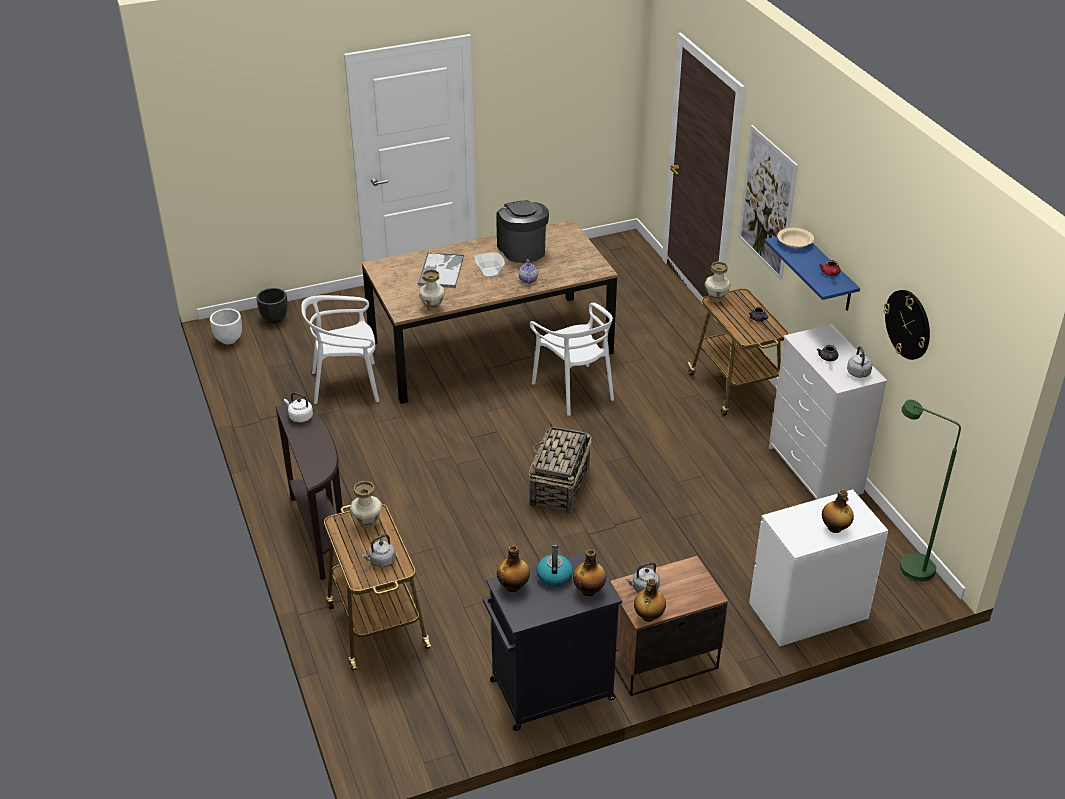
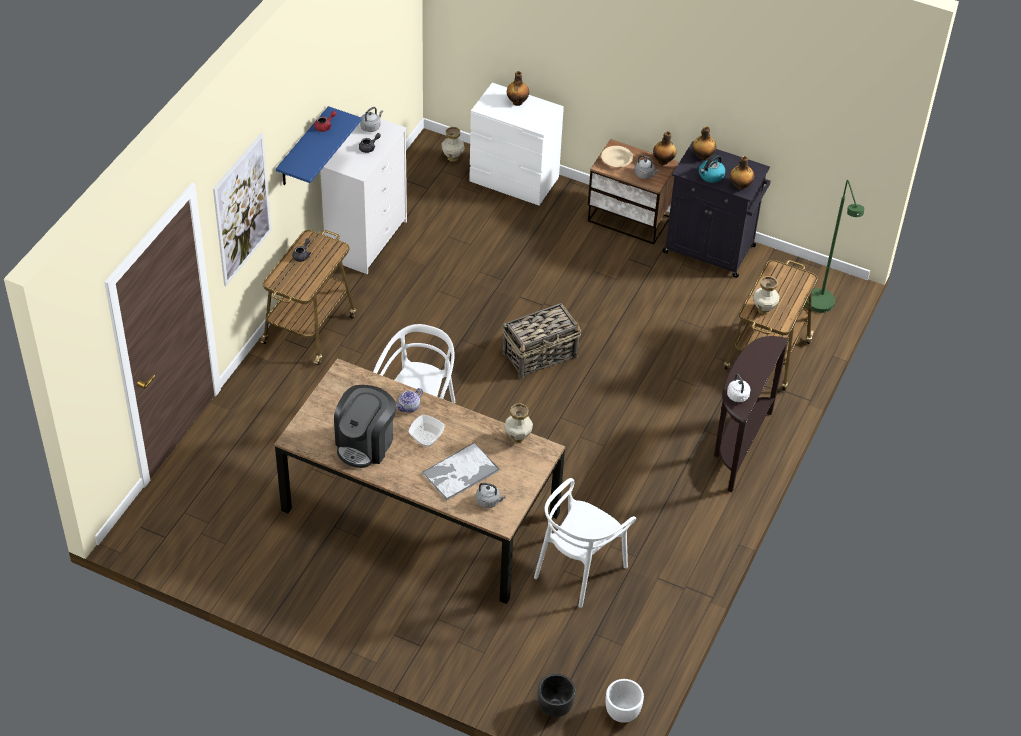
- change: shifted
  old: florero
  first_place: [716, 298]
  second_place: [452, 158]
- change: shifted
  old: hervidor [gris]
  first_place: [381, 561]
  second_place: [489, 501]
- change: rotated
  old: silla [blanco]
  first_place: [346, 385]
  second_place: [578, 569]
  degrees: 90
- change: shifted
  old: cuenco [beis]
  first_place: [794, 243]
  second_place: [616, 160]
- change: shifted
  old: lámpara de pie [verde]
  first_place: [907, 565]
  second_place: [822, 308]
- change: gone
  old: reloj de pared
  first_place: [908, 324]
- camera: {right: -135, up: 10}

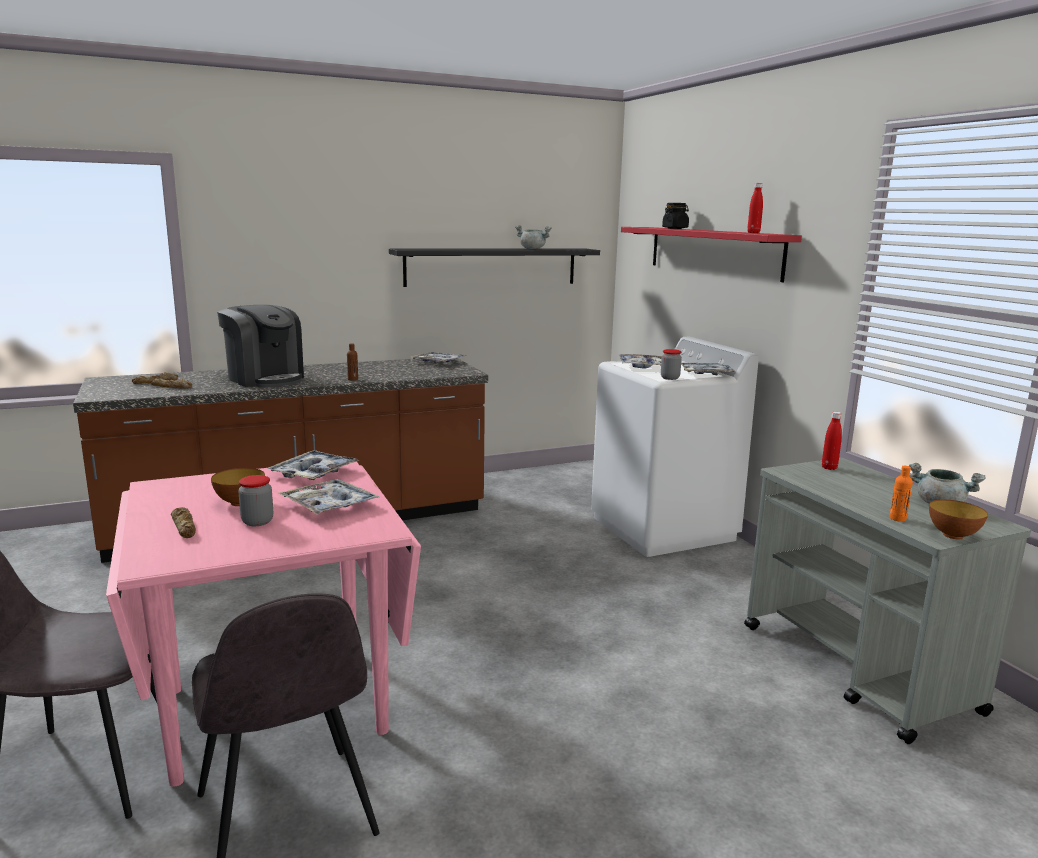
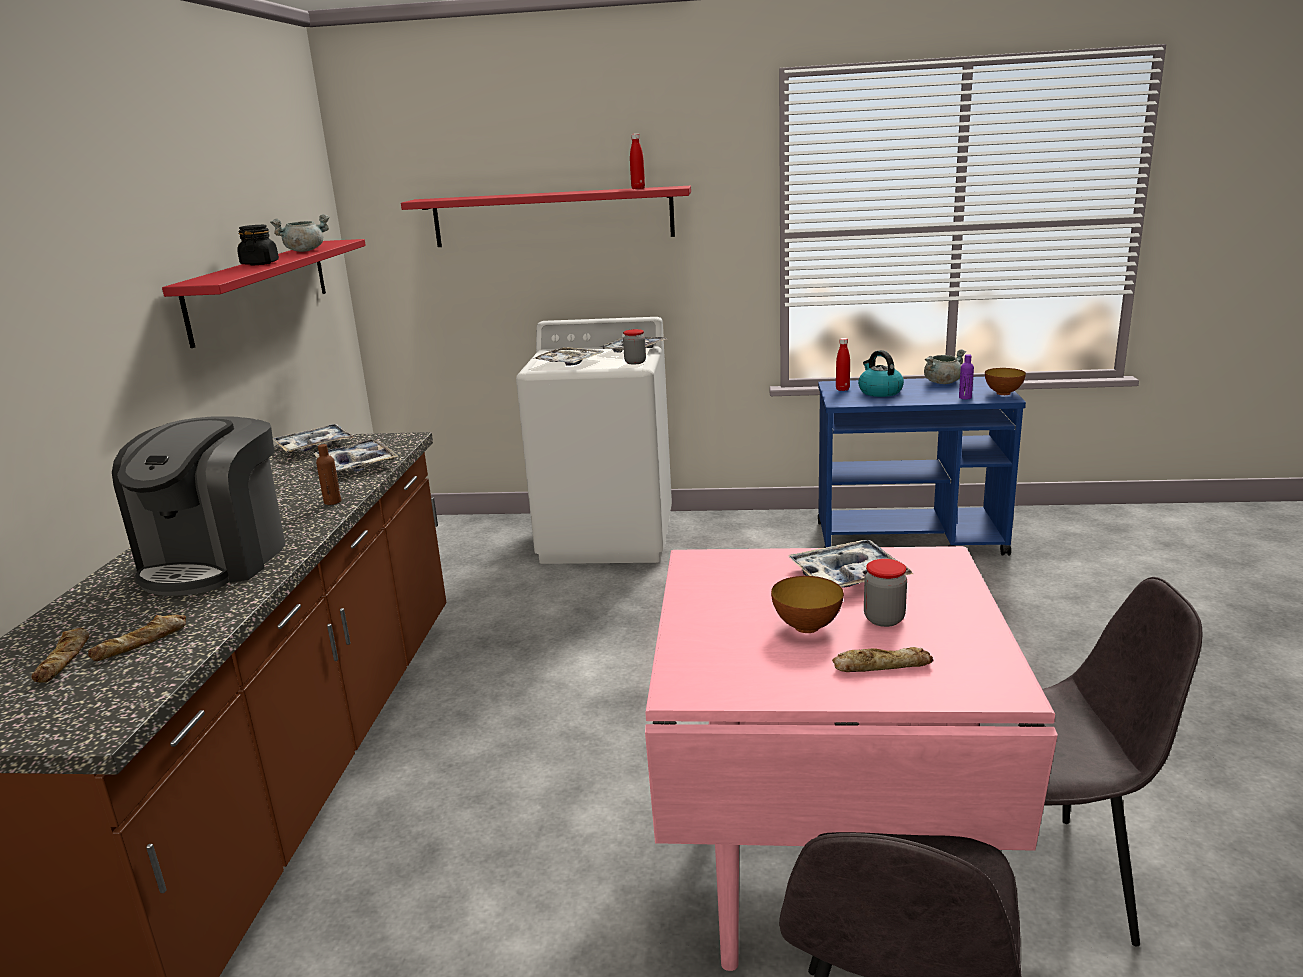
- change: rotated
  old: cafetera
  first_place: [265, 378]
  second_place: [217, 560]
  degrees: 120
- change: repainted
  old: estante [negro]
  new: estante [rojo]
  first_place: [492, 266]
  second_place: [261, 288]
- change: shifted
  old: tarro [negro]
  first_place: [675, 228]
  second_place: [260, 264]
- change: shifted
  old: bandeja
  first_place: [313, 473]
  second_place: [356, 464]
- change: repainted
  old: carrito [gris]
  new: carrito [azul]
  first_place: [857, 668]
  second_place: [910, 539]
- change: new
  new: hervidor
  second_place: [879, 392]
- change: repainted
  old: botella [naranja]
  new: botella [morado]
  first_place: [897, 518]
  second_place: [965, 397]
- camera: {right: -60, up: 5}

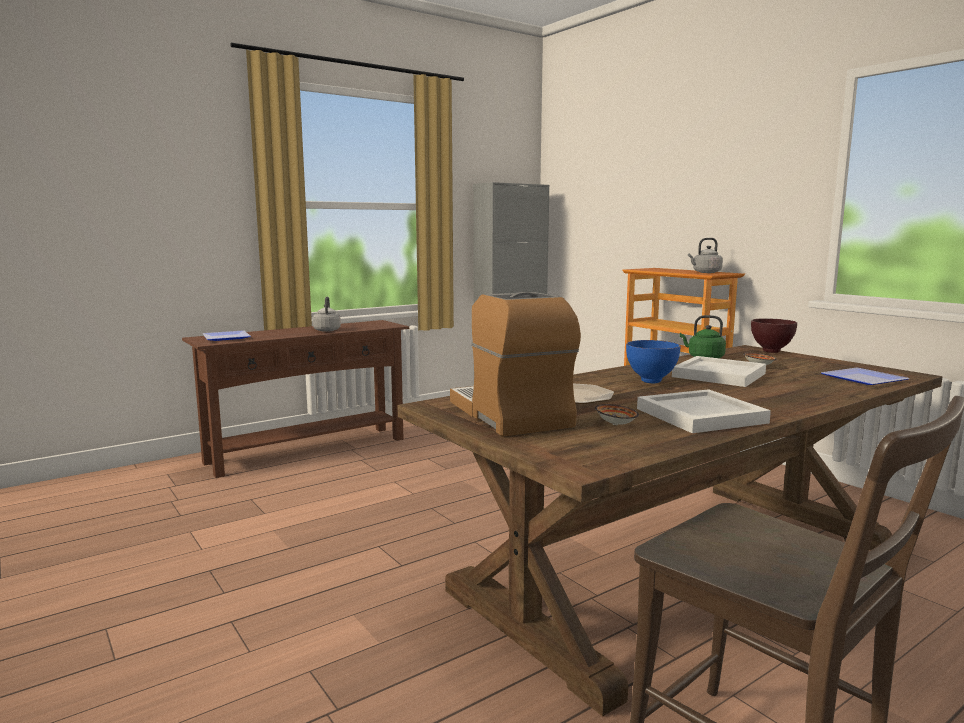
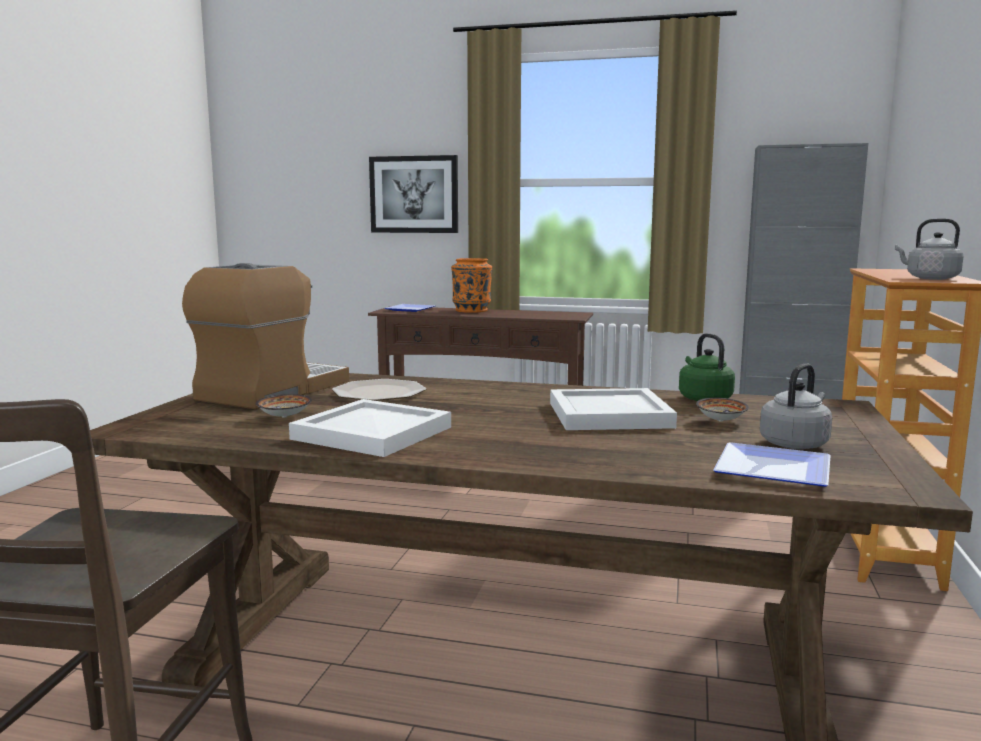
- change: new
  new: cuadro
  second_place: [414, 194]
- change: new
  new: florero [naranja]
  second_place: [471, 310]
- change: shifted
  old: hervidor [gris]
  first_place: [327, 330]
  second_place: [795, 443]
- change: gone
  old: cuenco [azul]
  first_place: [650, 381]
- change: gone
  old: cuenco [marrón]
  first_place: [772, 351]
- camera: {right: 50, up: 0}

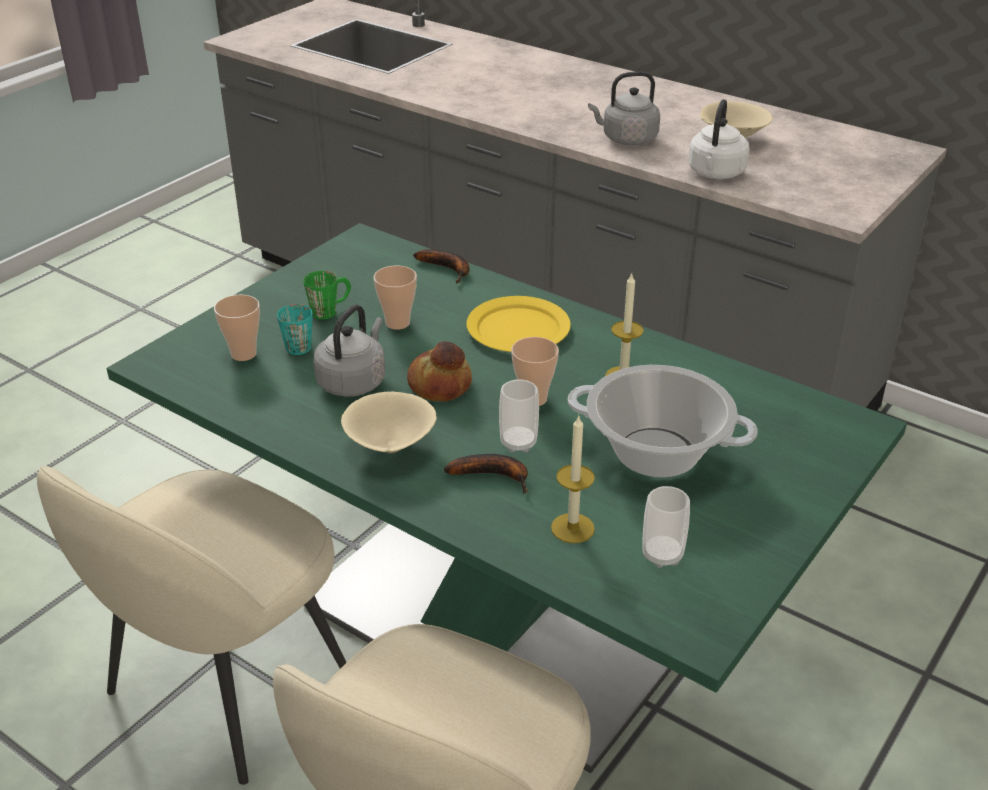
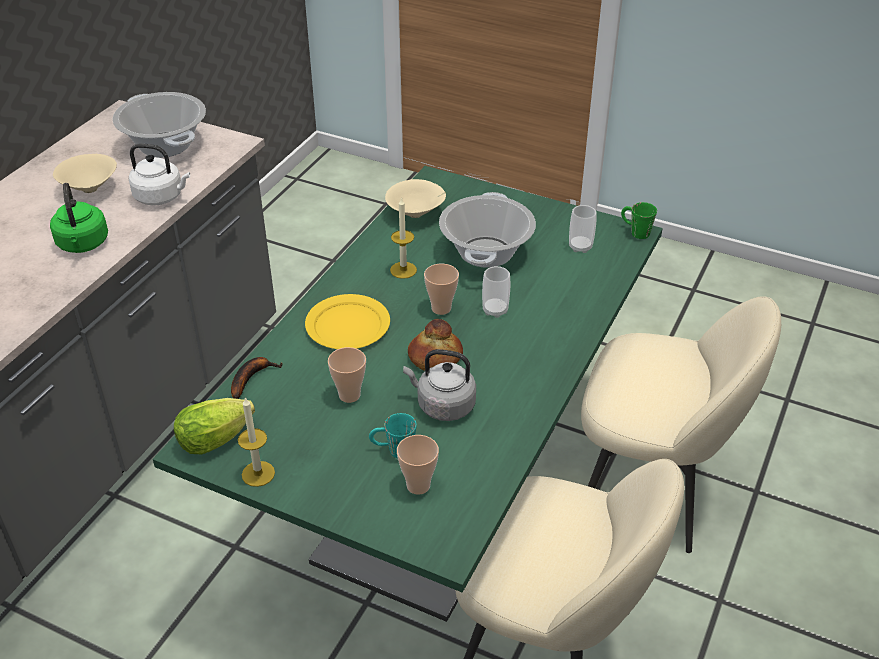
- change: repainted
  old: hervidor [gris]
  new: hervidor [verde]
  first_place: [626, 139]
  second_place: [83, 245]
- change: new
  new: olla
  second_place: [166, 145]
- change: new
  new: lechuga
  second_place: [219, 438]
- change: shifted
  old: vela
  first_place: [572, 528]
  second_place: [258, 473]
- change: shifted
  old: cuenco [beis]
  first_place: [390, 448]
  second_place: [416, 214]
- change: shifted
  old: taza grande [verde]
  first_place: [330, 310]
  second_place: [635, 231]
- change: gone
  old: plátano
  first_place: [494, 475]
- camera: {right: -100, up: 5}

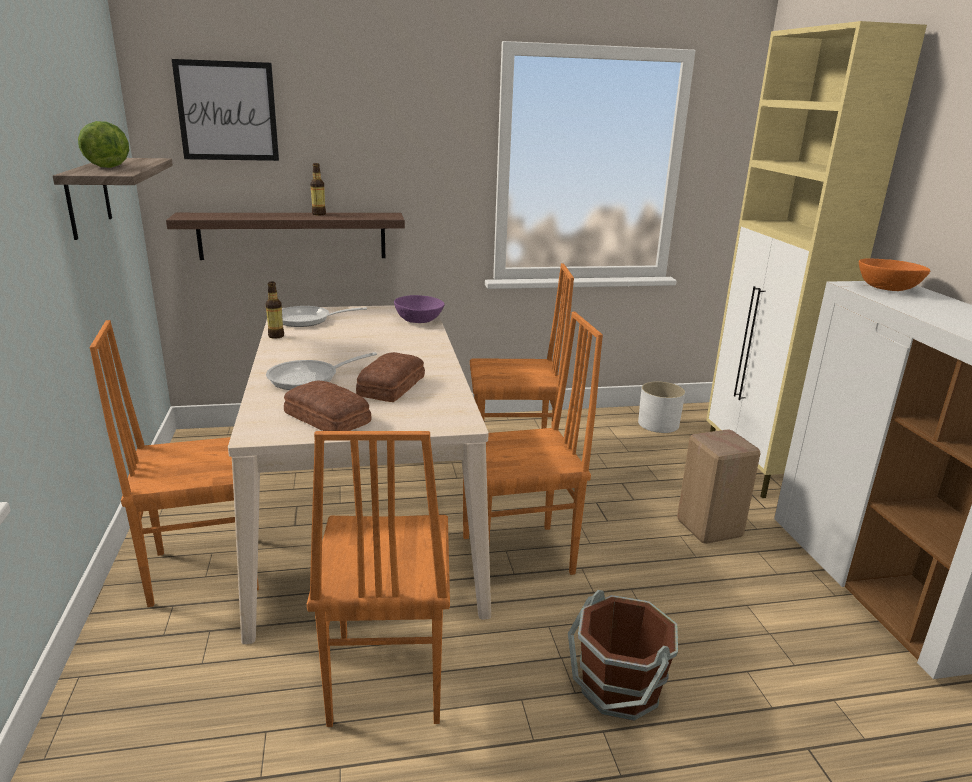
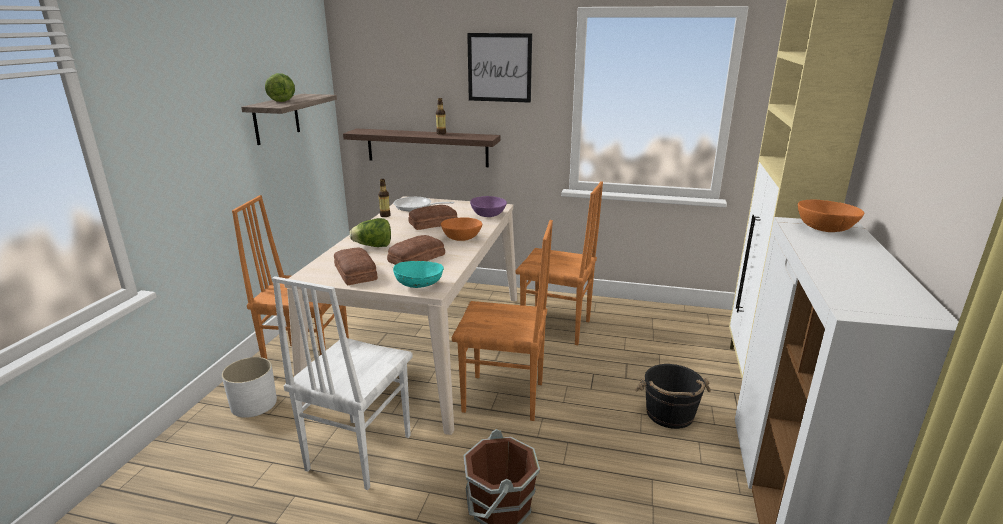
- change: shifted
  old: maceta [blanco]
  first_place: [658, 424]
  second_place: [254, 404]
- change: repainted
  old: silla [naranja]
  new: silla [blanco]
  first_place: [384, 678]
  second_place: [357, 452]
- change: swapped
  old: sartén
  new: lechuga
  first_place: [309, 379]
  second_place: [373, 246]
- change: new
  new: cuenco [turquesa]
  second_place: [419, 285]
- change: new
  new: pan
  second_place: [432, 223]
- change: new
  new: cuenco [naranja]
  second_place: [461, 238]
- change: shifted
  old: cuadro
  first_place: [227, 111]
  second_place: [499, 67]
- change: swapped
  old: taburete [beis]
  new: cubo [negro]
  first_place: [708, 529]
  second_place: [670, 414]
- camera: {right: 25, up: 0}

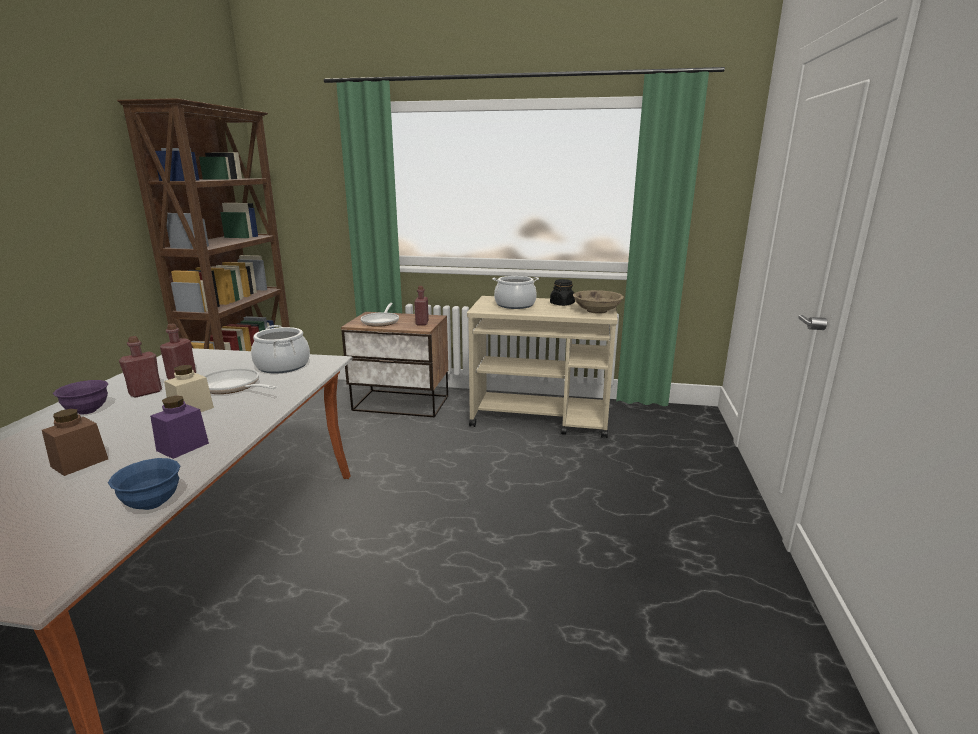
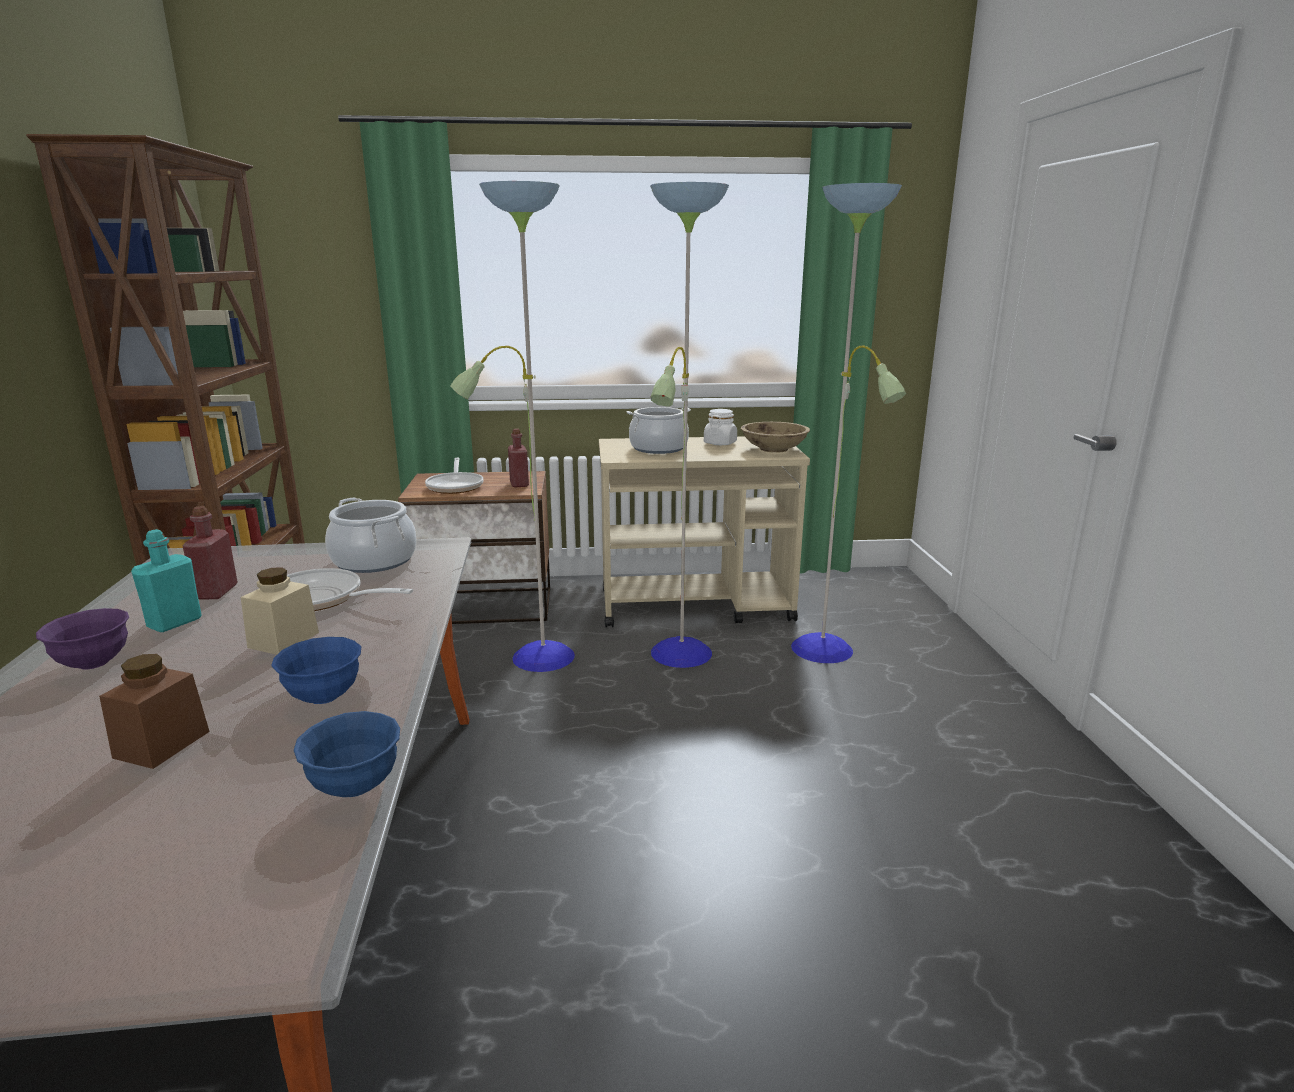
- change: repainted
  old: botella [rojo]
  new: botella [turquesa]
  first_place: [145, 392]
  second_place: [175, 623]
- change: swapped
  old: tarro [morado]
  new: cuenco [azul]
  first_place: [182, 447]
  second_place: [324, 696]
- change: new
  new: lámpara de pie
  second_place: [681, 655]
- change: repainted
  old: tarro [negro]
  new: tarro [blanco]
  first_place: [562, 304]
  second_place: [720, 443]
- camera: {right: -15, up: 0}

